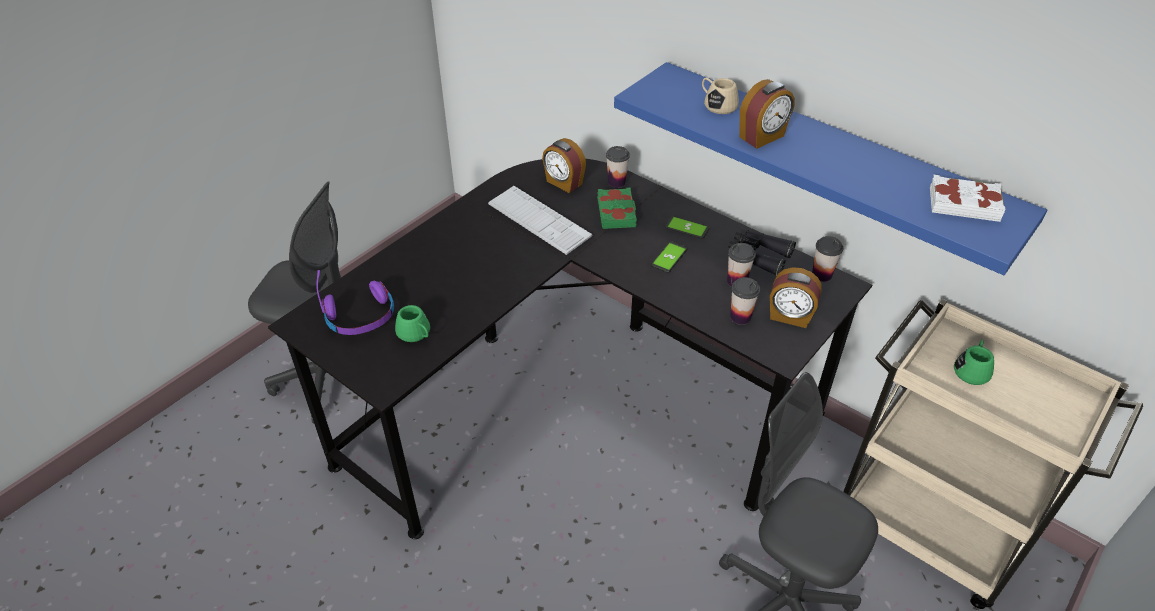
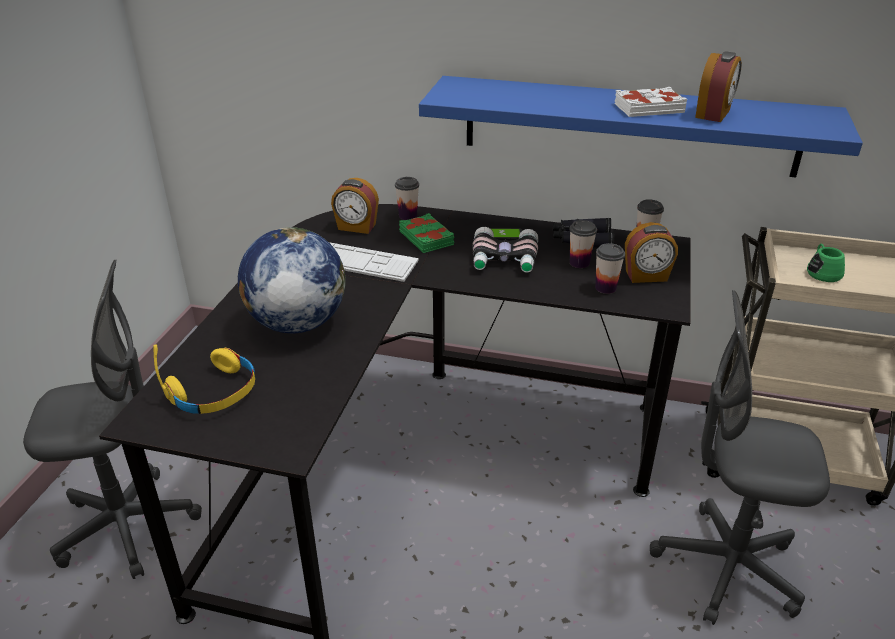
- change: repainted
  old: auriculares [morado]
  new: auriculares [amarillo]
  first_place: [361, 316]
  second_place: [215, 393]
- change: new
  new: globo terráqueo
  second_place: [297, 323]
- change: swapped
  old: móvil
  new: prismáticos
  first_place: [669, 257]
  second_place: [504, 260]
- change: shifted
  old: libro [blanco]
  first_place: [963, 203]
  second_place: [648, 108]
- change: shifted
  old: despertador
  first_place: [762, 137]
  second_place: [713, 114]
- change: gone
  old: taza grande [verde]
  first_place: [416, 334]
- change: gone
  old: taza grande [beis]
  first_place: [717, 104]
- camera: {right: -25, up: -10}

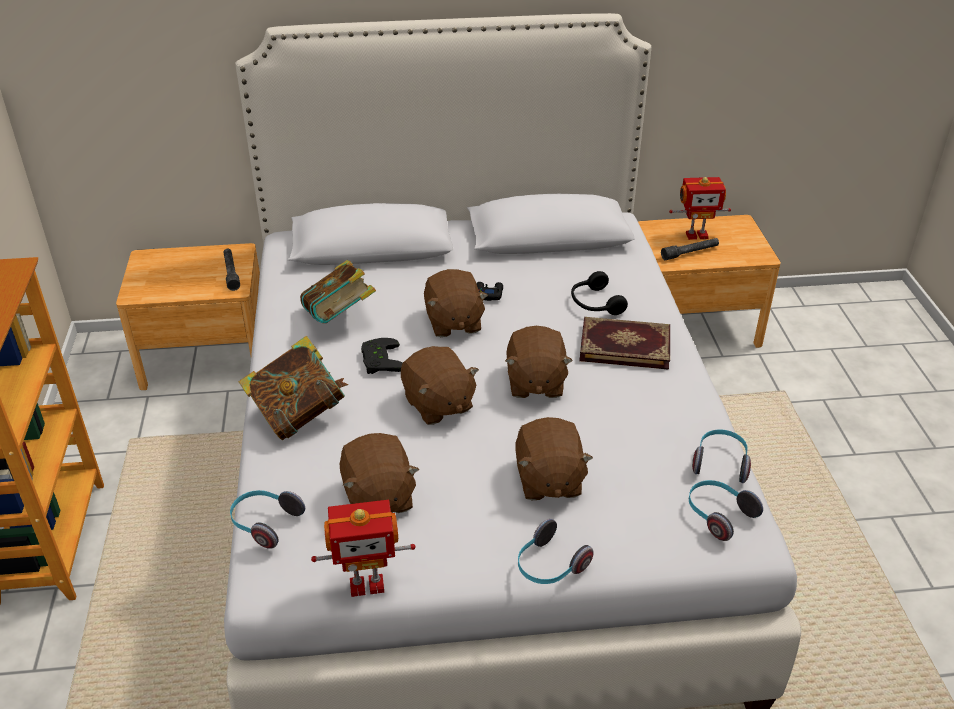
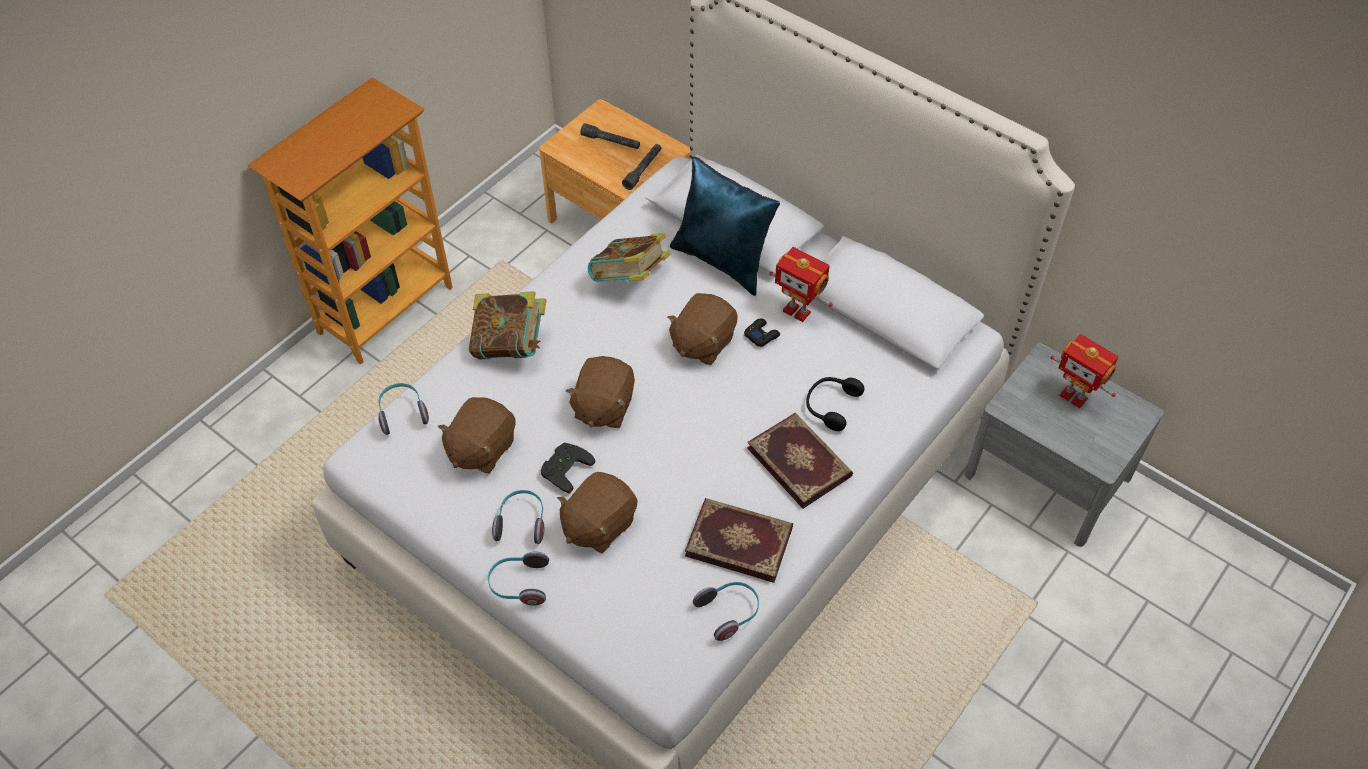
- change: shifted
  old: auriculares
  first_place: [718, 515]
  second_place: [522, 522]
- change: shifted
  old: mando de consola [negro]
  first_place: [379, 360]
  second_place: [564, 467]
- change: shifted
  old: linterna [gris]
  first_place: [690, 253]
  second_place: [611, 141]
- change: new
  new: cojín [azul]
  second_place: [723, 260]
- change: new
  new: libro
  second_place: [739, 540]
- change: shifted
  old: robot de juguete
  first_place: [366, 584]
  second_place: [797, 310]
- change: repainted
  old: mesita de noche [marrón]
  new: mesita de noche [gris]
  first_place: [693, 323]
  second_place: [1047, 476]
- change: gone
  old: peluche [marrón]
  first_place: [535, 383]
- camera: {right: 45, up: 15}

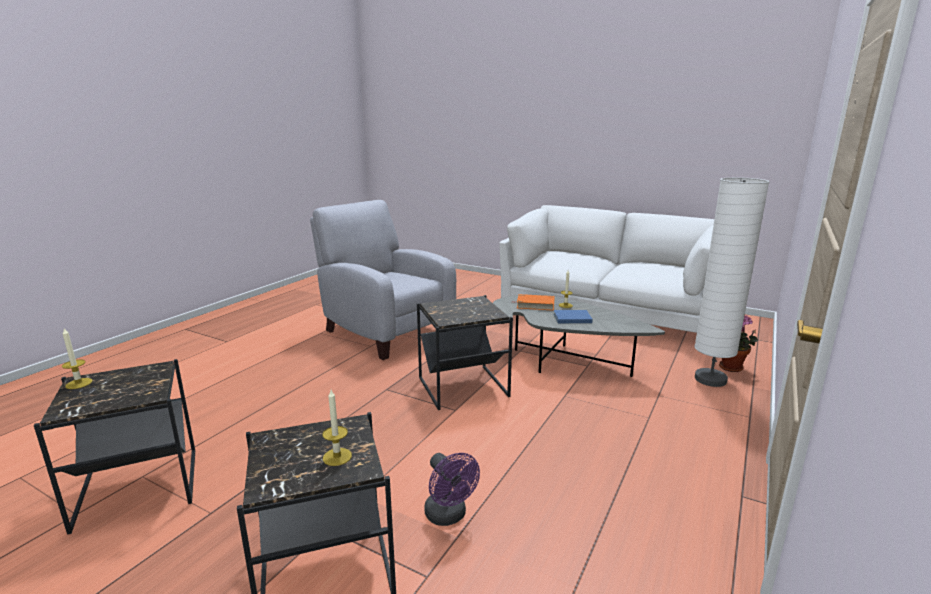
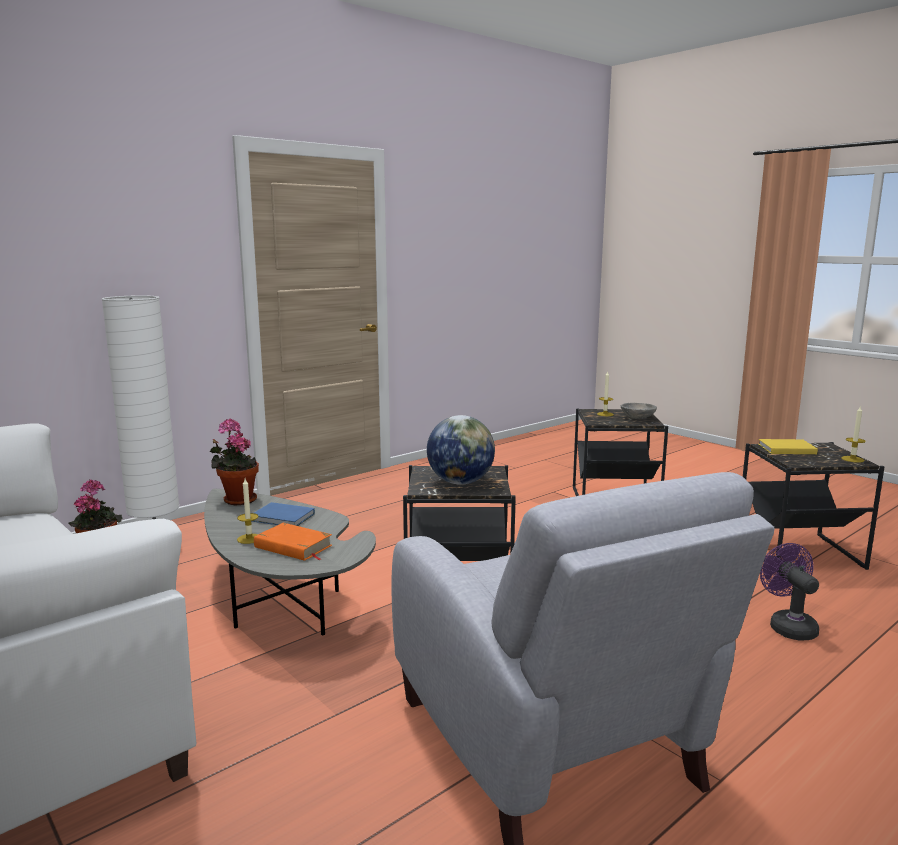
- change: new
  new: planta en maceta
  second_place: [237, 500]
- change: new
  new: globo terráqueo
  second_place: [460, 482]
- change: new
  new: cuenco [gris]
  second_place: [638, 418]
- change: new
  new: libro [amarillo]
  second_place: [785, 449]
- change: shifted
  old: ventilador [morado]
  first_place: [449, 516]
  second_place: [788, 626]
- camera: {right: -160, up: -5}

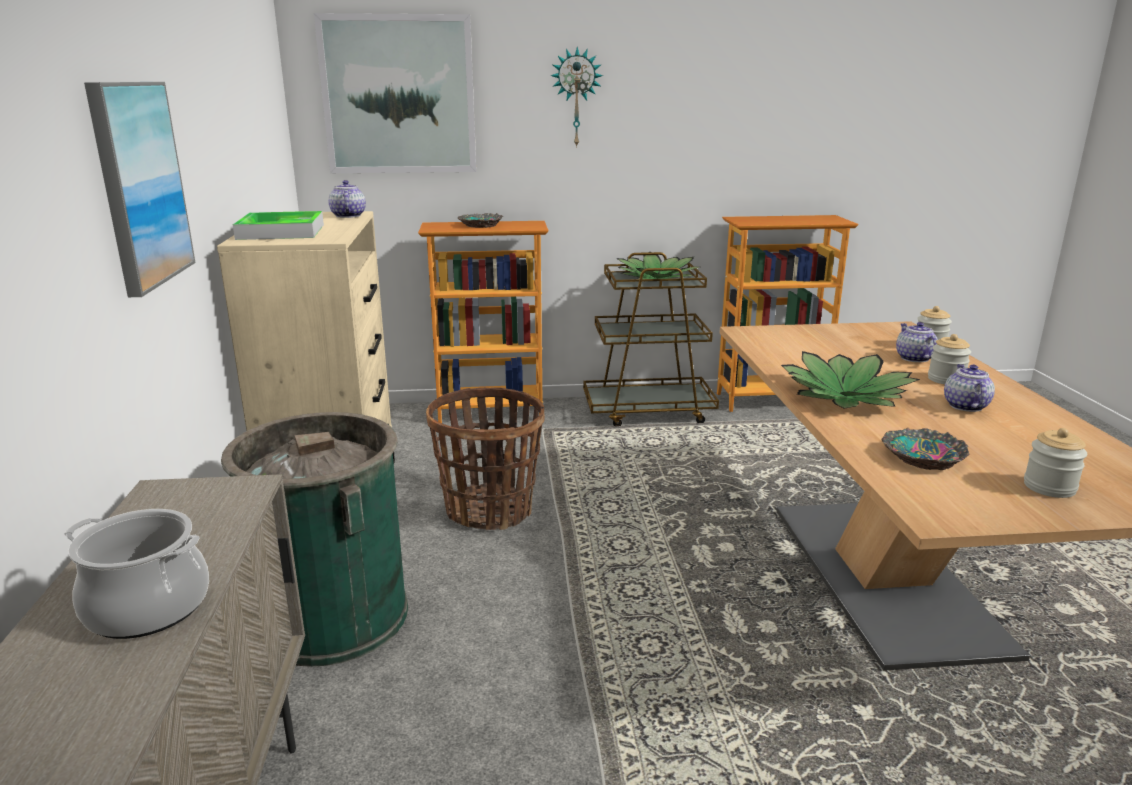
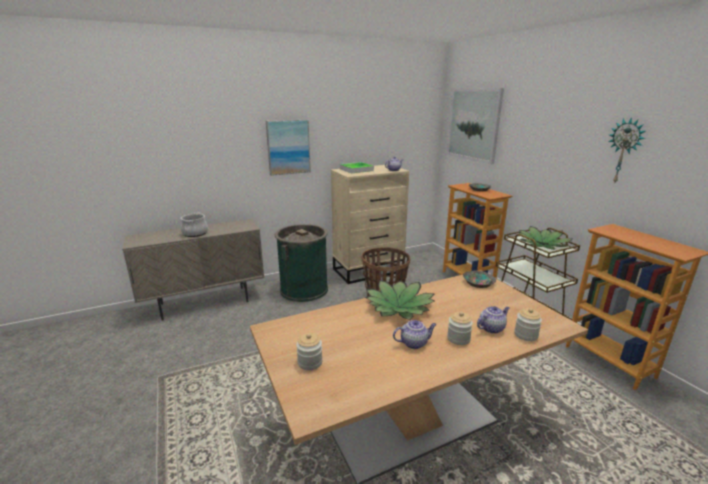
- change: shifted
  old: cuenco
  first_place: [922, 456]
  second_place: [479, 282]
- change: shifted
  old: reloj de pared
  first_place: [576, 98]
  second_place: [624, 151]
- camera: {right: 70, up: 0}

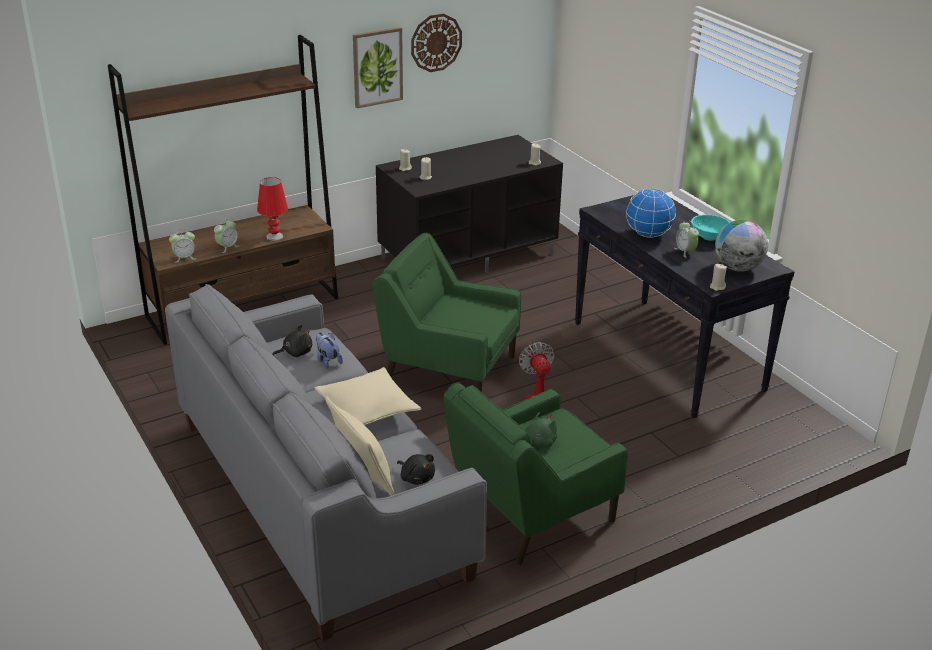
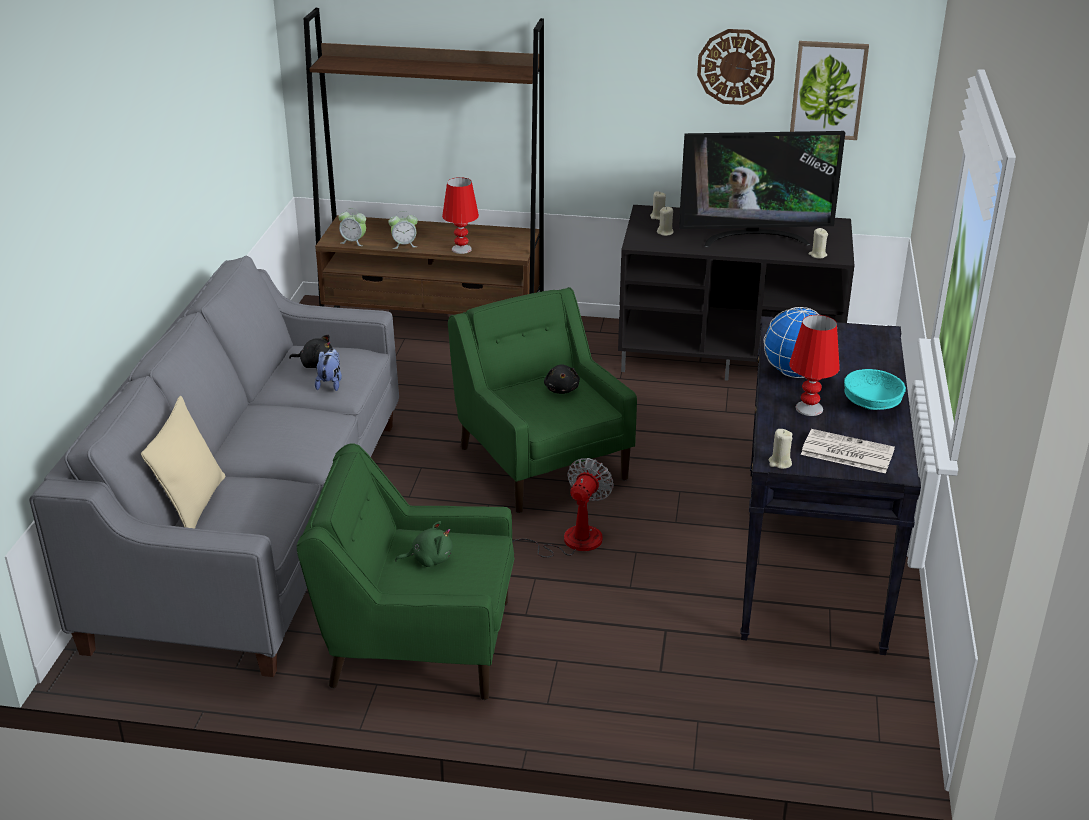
- change: shifted
  old: peluche [negro]
  first_place: [416, 477]
  second_place: [562, 389]
- change: new
  new: televisor
  second_place: [754, 238]
- change: swapped
  old: despertador
  new: lámpara de mesa [rojo]
  first_place: [685, 251]
  second_place: [809, 408]
- change: shifted
  old: cuadro
  first_place: [377, 67]
  second_place: [828, 90]
- change: swapped
  old: globo terráqueo
  new: periódico
  first_place: [737, 268]
  second_place: [846, 452]
- change: gone
  old: cojín [beis]
  first_place: [367, 408]
- camera: {right: 40, up: 0}

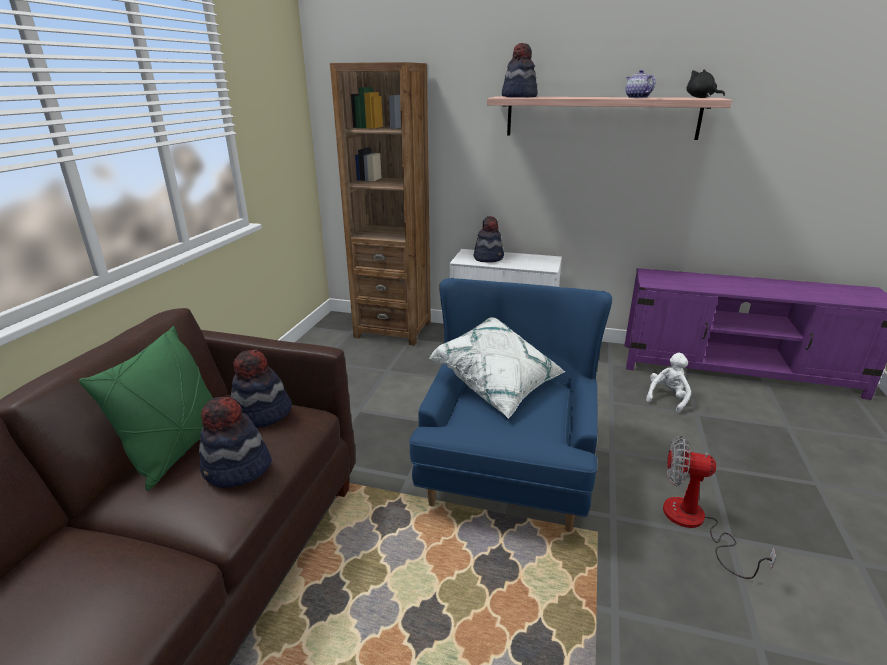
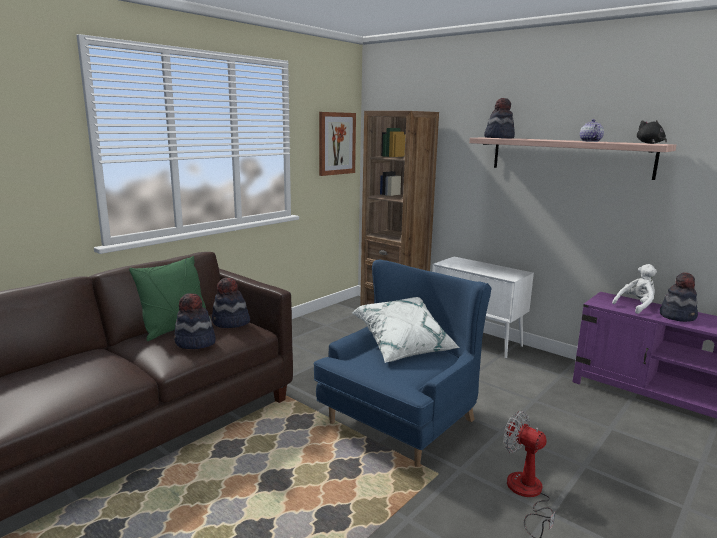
- change: new
  new: cuadro
  second_place: [336, 143]
- change: shifted
  old: peluche [blanco]
  first_place: [667, 398]
  second_place: [636, 306]
- change: shifted
  old: sombrero
  first_place: [488, 258]
  second_place: [677, 316]
- camera: {right: 25, up: -10}

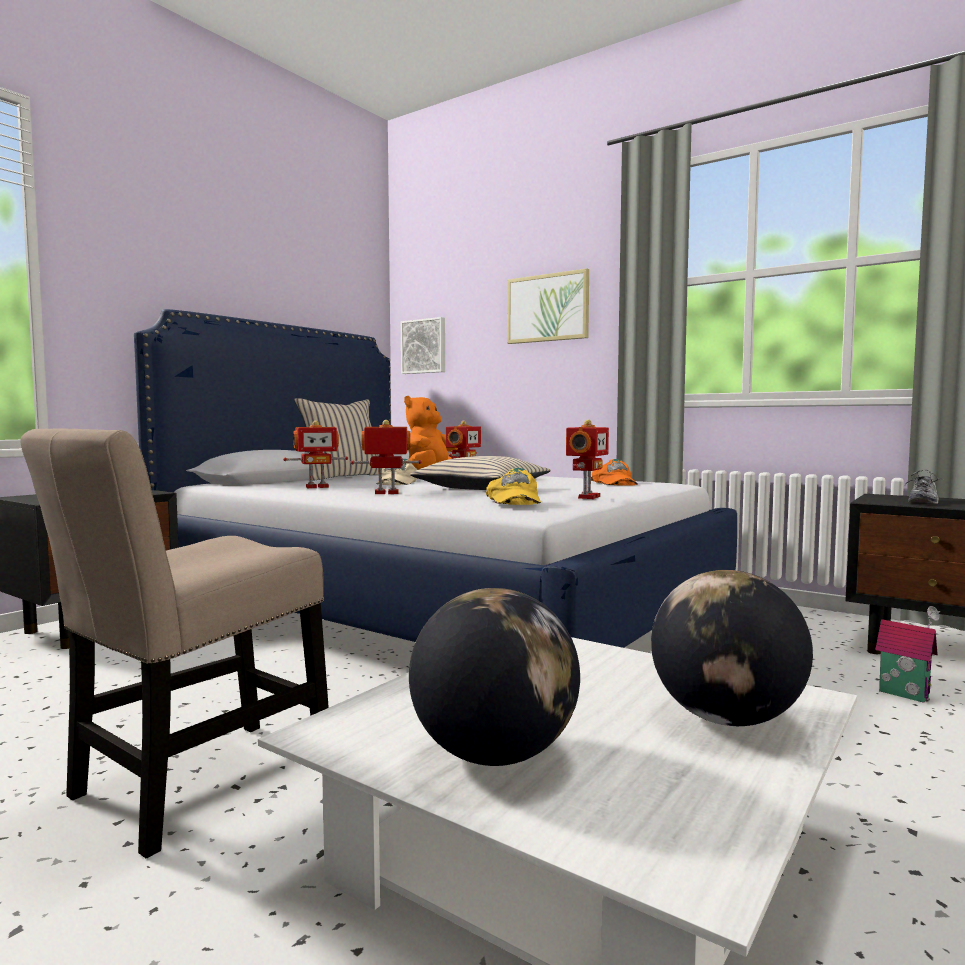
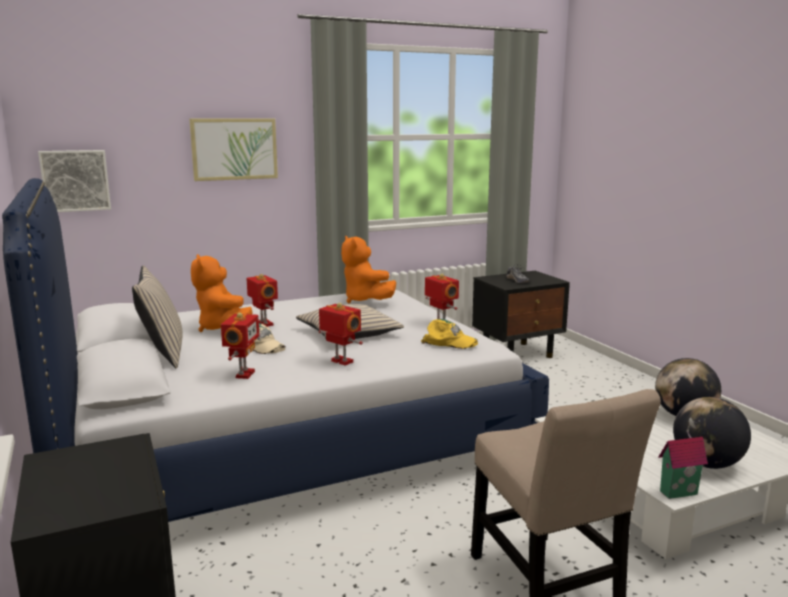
- change: rotated
  old: robot de juguete
  first_place: [386, 493]
  second_place: [341, 362]
  degrees: 105
- change: swapped
  old: gorra [naranja]
  new: peluche [naranja]
  first_place: [614, 482]
  second_place: [365, 300]
- change: shifted
  old: casita
  first_place: [905, 693]
  second_place: [677, 491]
- camera: {right: -60, up: 10}

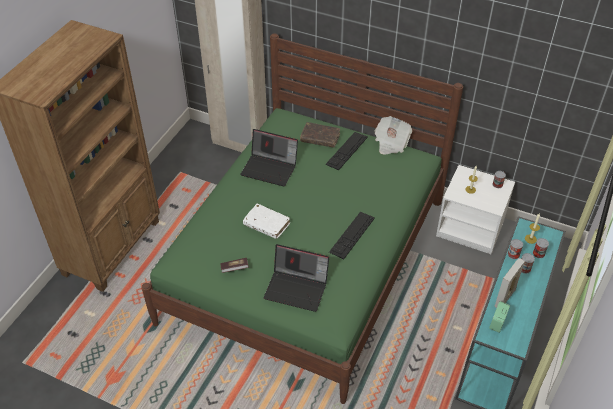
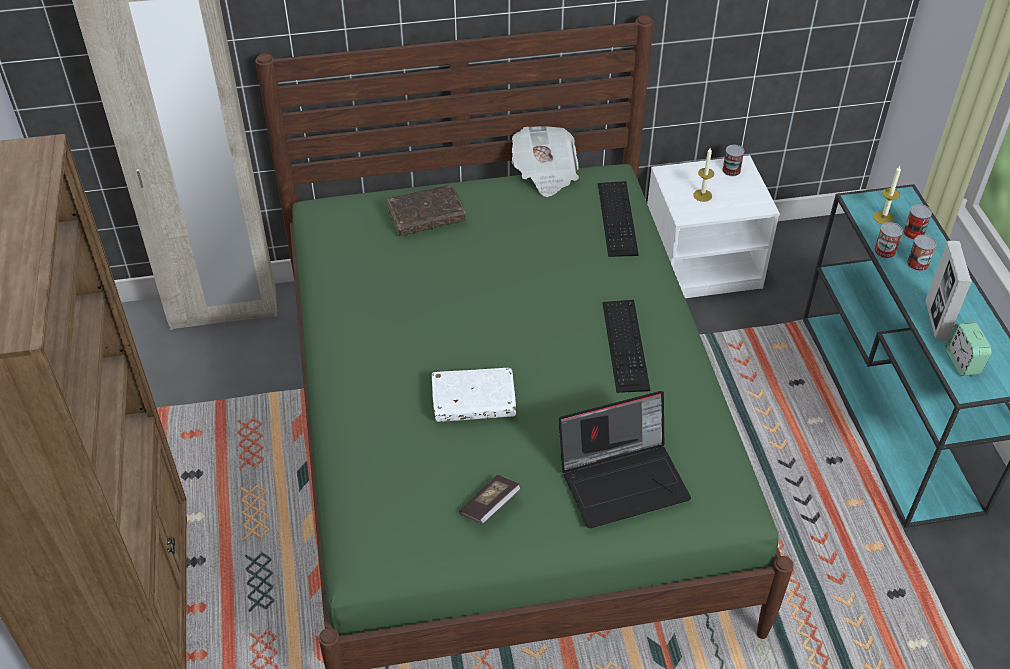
- change: shifted
  old: teclado
  first_place: [346, 150]
  second_place: [617, 218]
- change: gone
  old: portátil
  first_place: [270, 168]
- camera: {right: -35, up: 0}

